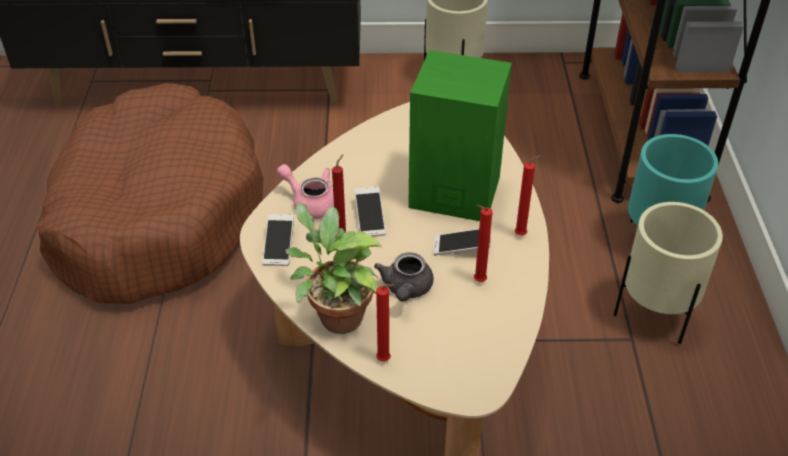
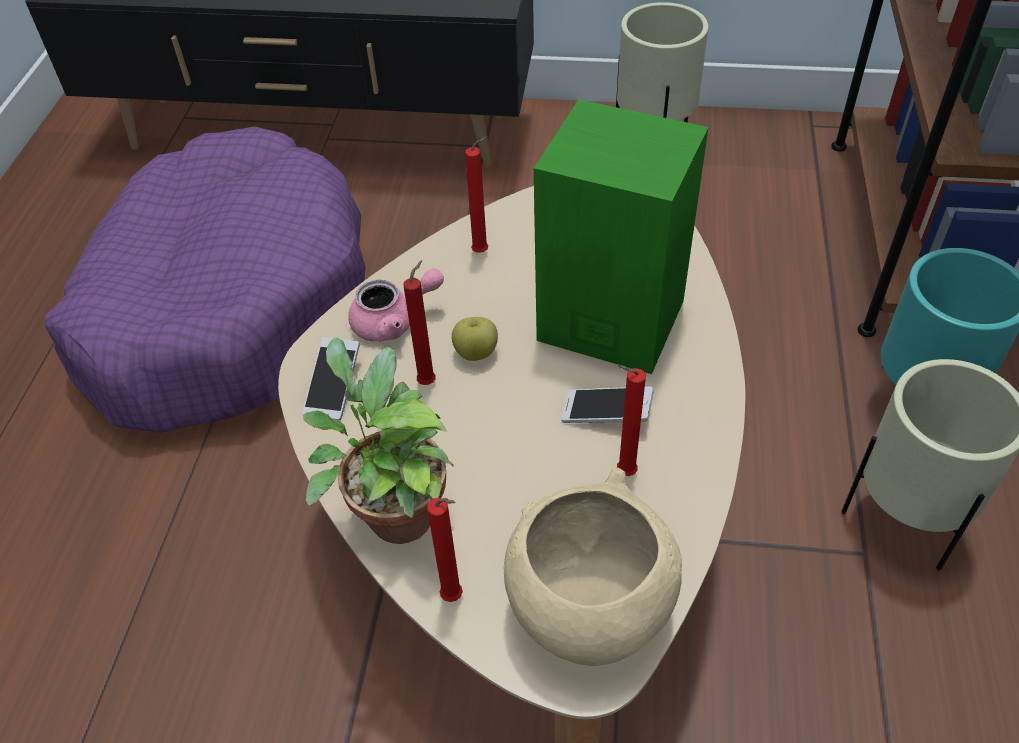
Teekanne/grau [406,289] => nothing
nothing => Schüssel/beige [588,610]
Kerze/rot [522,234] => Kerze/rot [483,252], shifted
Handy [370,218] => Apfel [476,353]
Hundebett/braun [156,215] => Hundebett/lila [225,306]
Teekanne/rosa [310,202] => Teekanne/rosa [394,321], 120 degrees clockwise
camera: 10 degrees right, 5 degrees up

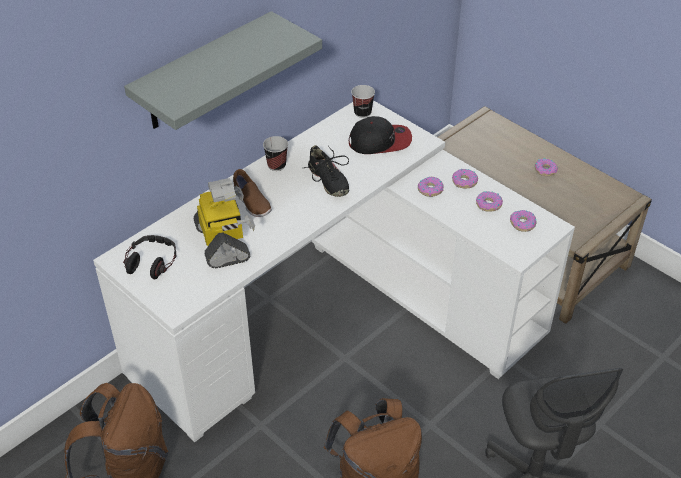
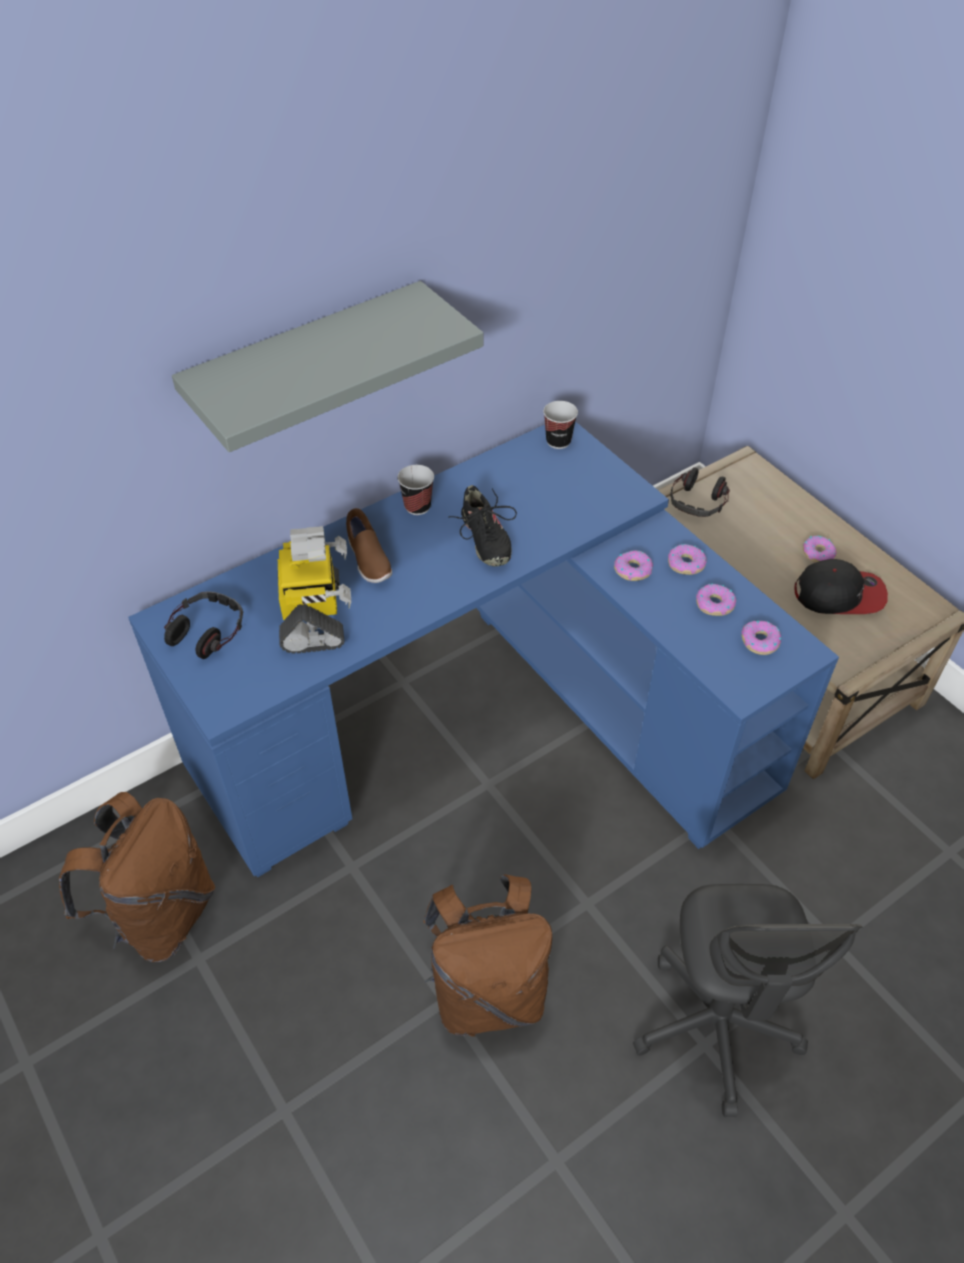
nothing => Kopfhörer [698,500]
Kappe [380,141] => Kappe [839,594], shifted
Schreibtisch/weiß [335,316] => Schreibtisch/blau [487,721]
camera: 10 degrees right, 5 degrees up

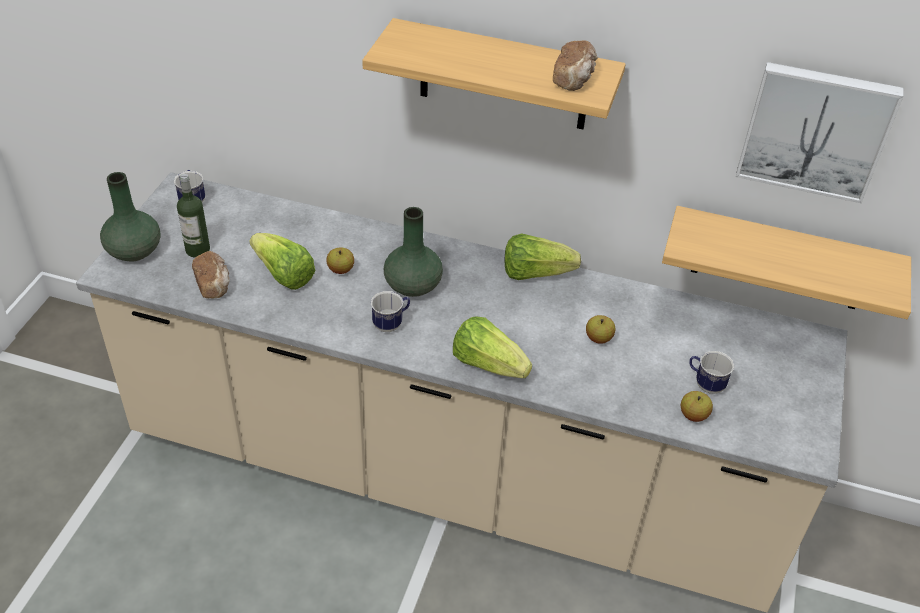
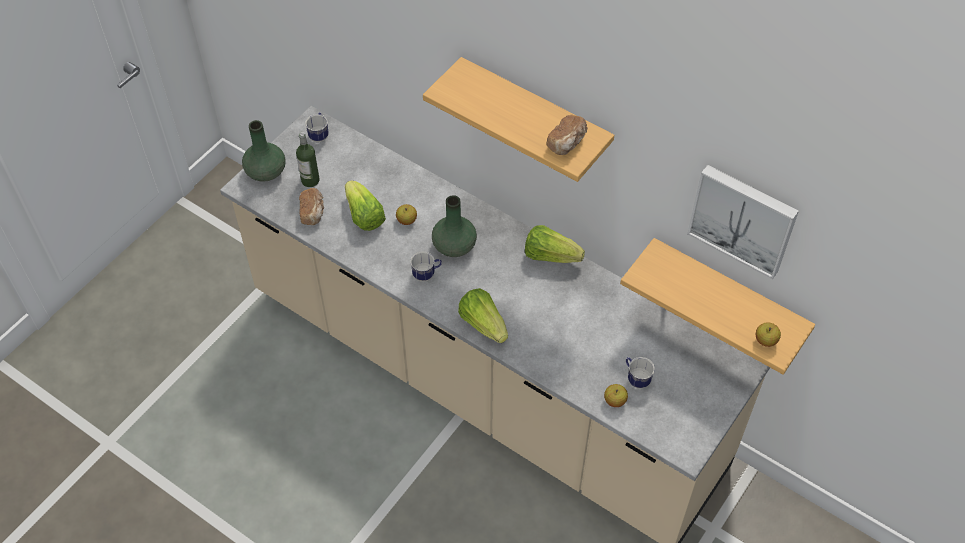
Apfel [598,338] => Apfel [765,340], shifted
camera: 20 degrees right, 10 degrees up

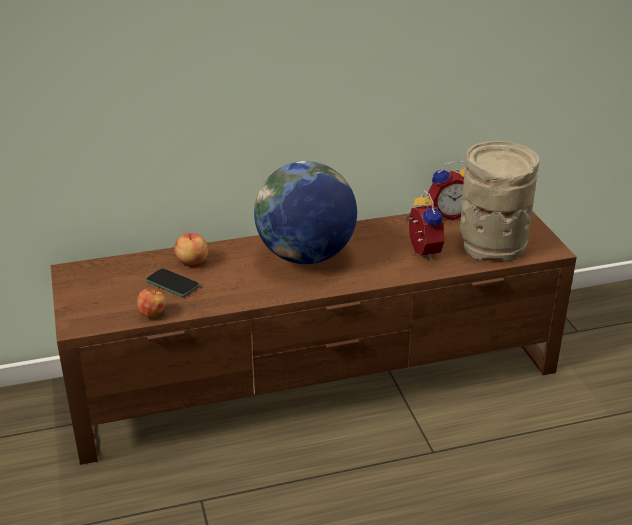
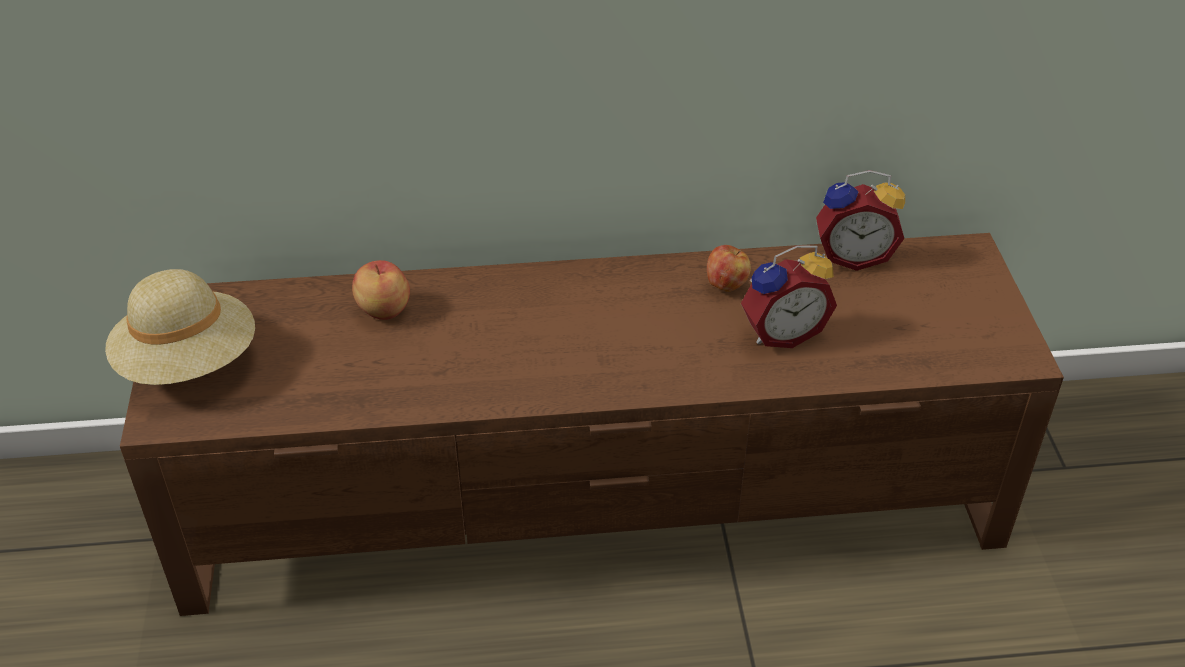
Handy [172,283] => nothing
Globus [305,256] => nothing
Vase/beige [492,244] => nothing
nothing => Hut/beige [189,363]
Apfel [152,314] => Apfel [726,284], shifted
Wecker [421,251] => Wecker [781,332], 75 degrees clockwise
camera: 10 degrees right, 10 degrees up

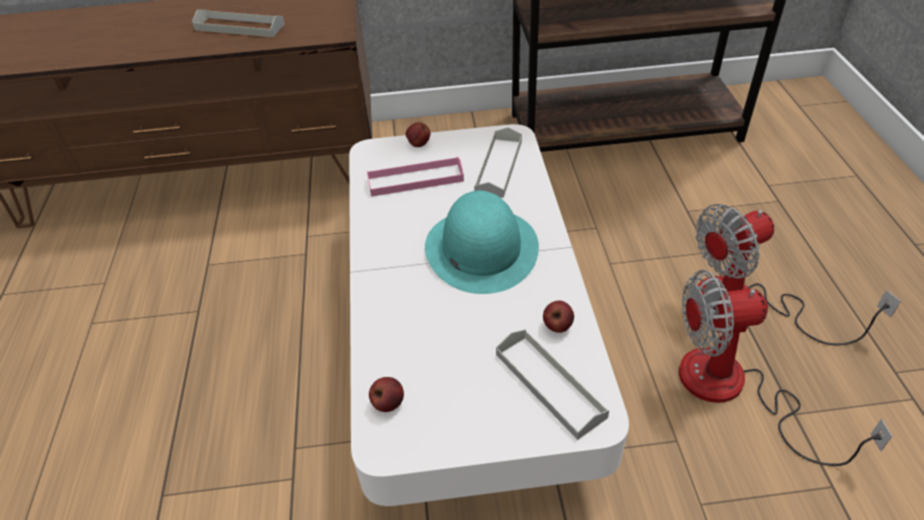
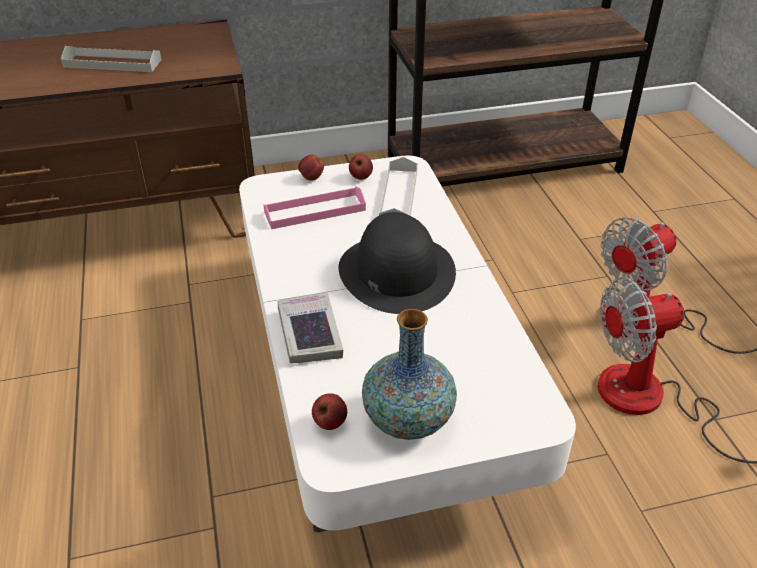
Tablett/grau [549,385] => nothing
nothing => Buch [309,333]
nothing => Vase [407,419]
Apfel [557,326] => Apfel [360,177], shifted
Hut/türkis [481,248] => Hut/schwarz [396,272]
camera: 10 degrees left, 5 degrees down

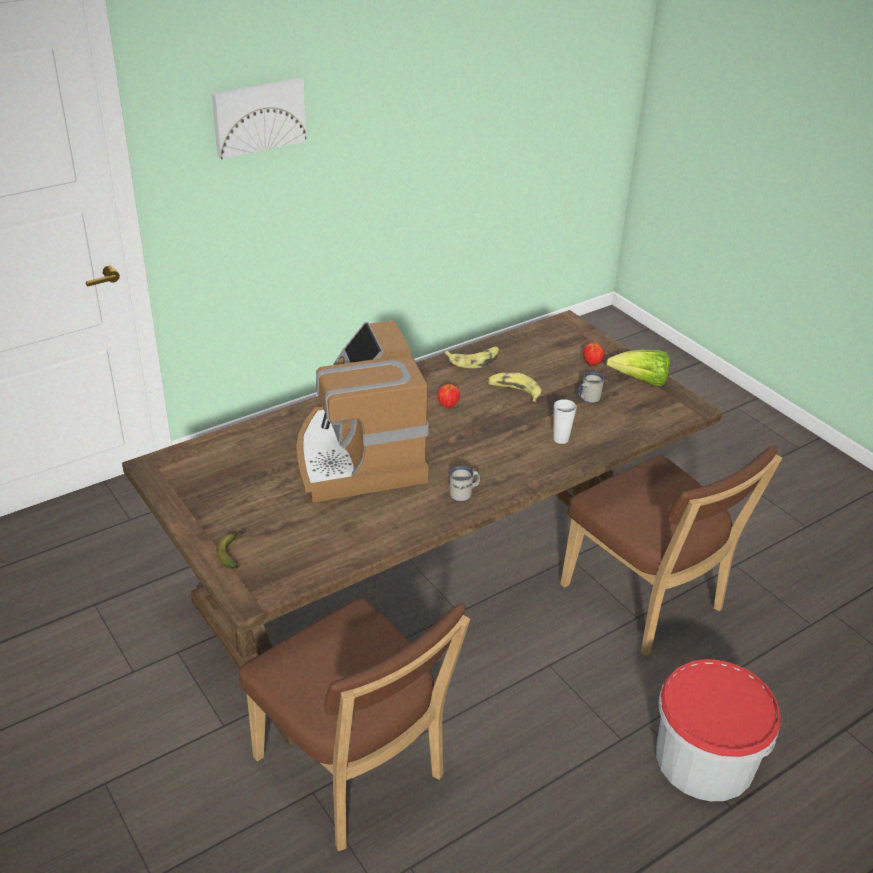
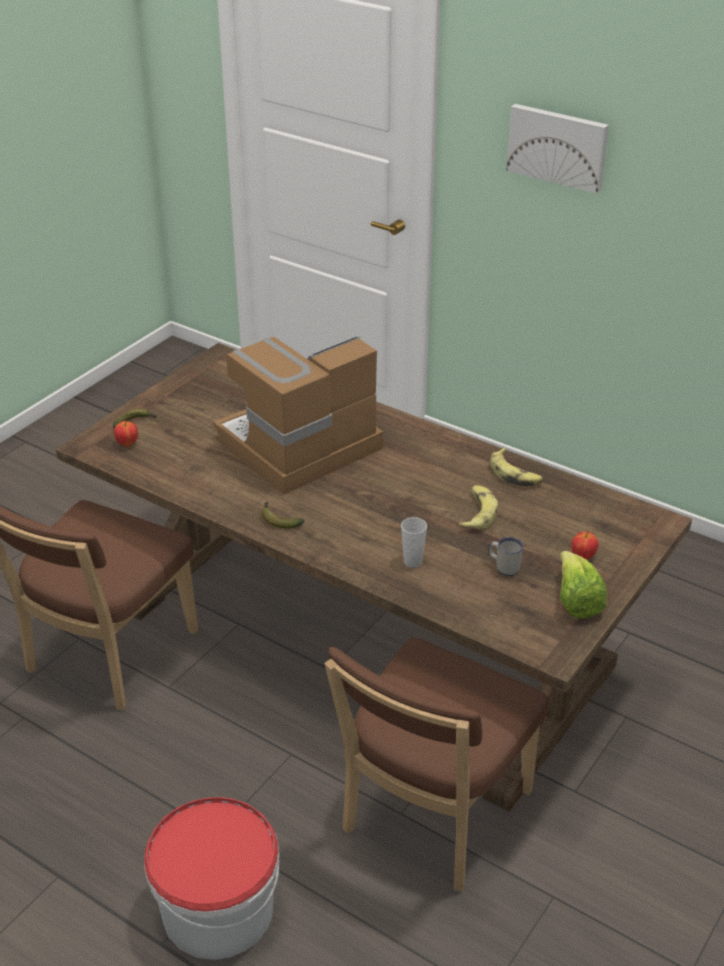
Apfel [448,406] => Apfel [127,444], shifted
Henkelbecher/weiß [464,494] => Banane [278,520]
camera: 70 degrees right, 0 degrees up

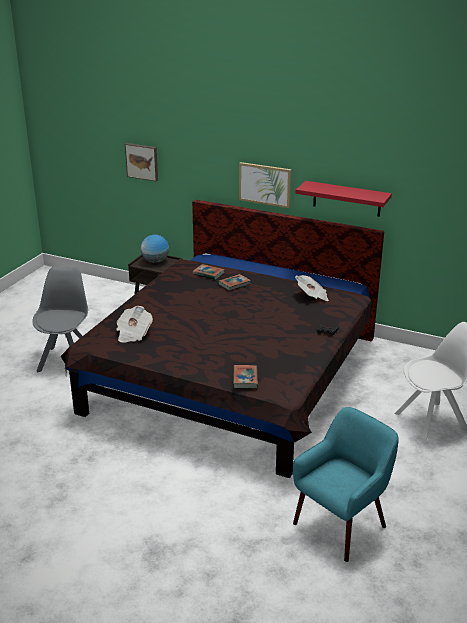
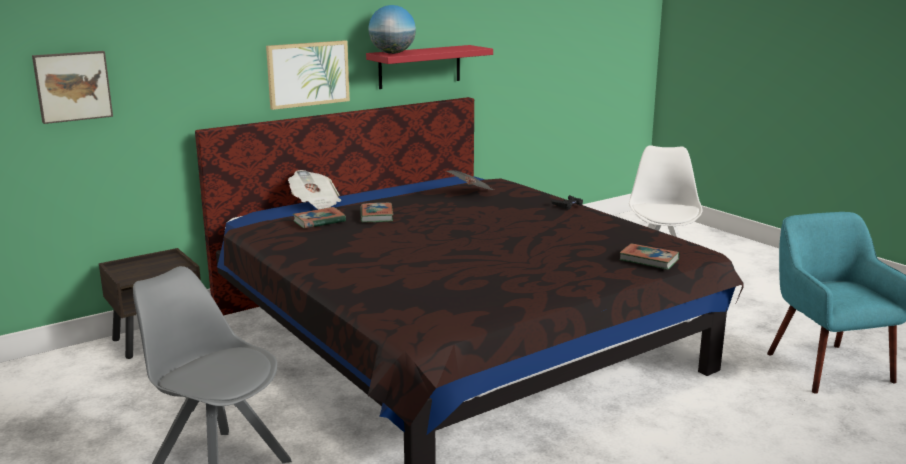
Zeitung [133,334] => Zeitung [315,203], shifted
Globus [155,261] => Globus [392,53], shifted
camera: 60 degrees left, 10 degrees down

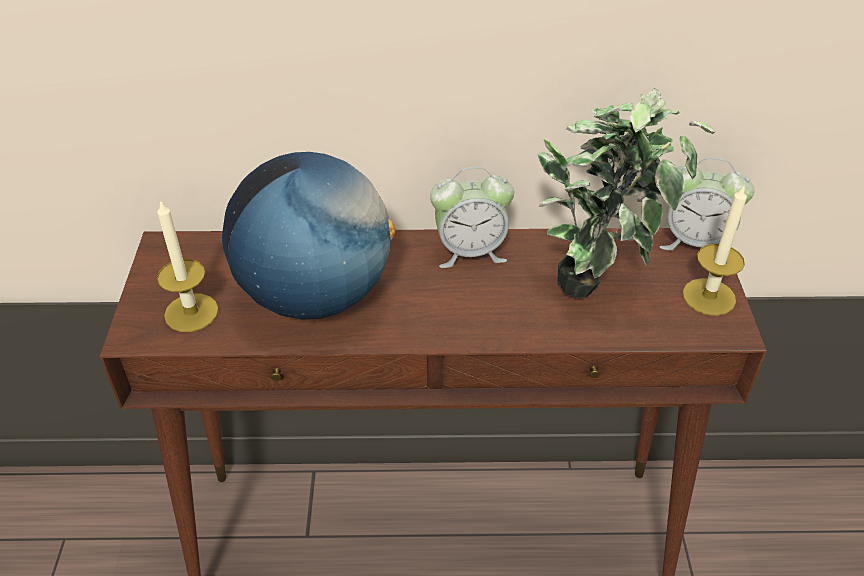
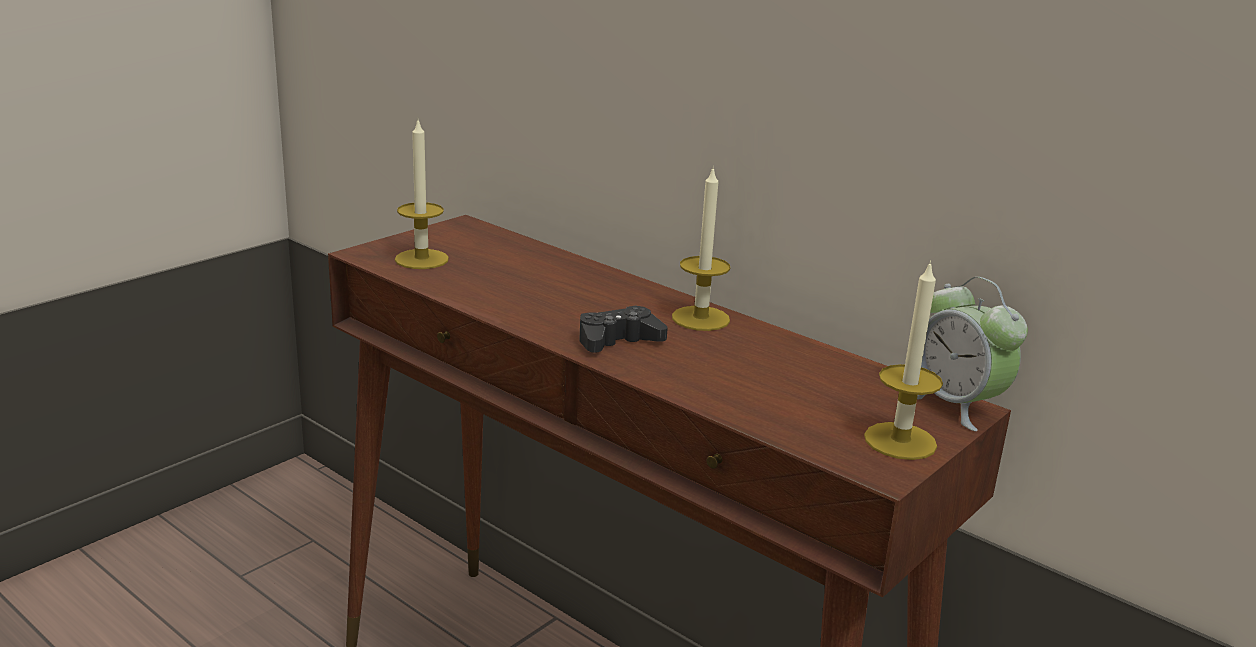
Globus [315,295] => nothing
Topfpflanze [597,280] => nothing
nothing => Gamepad/schwarz [618,340]
Wecker [470,252] => Kerze [700,318]
camera: 40 degrees right, 20 degrees down

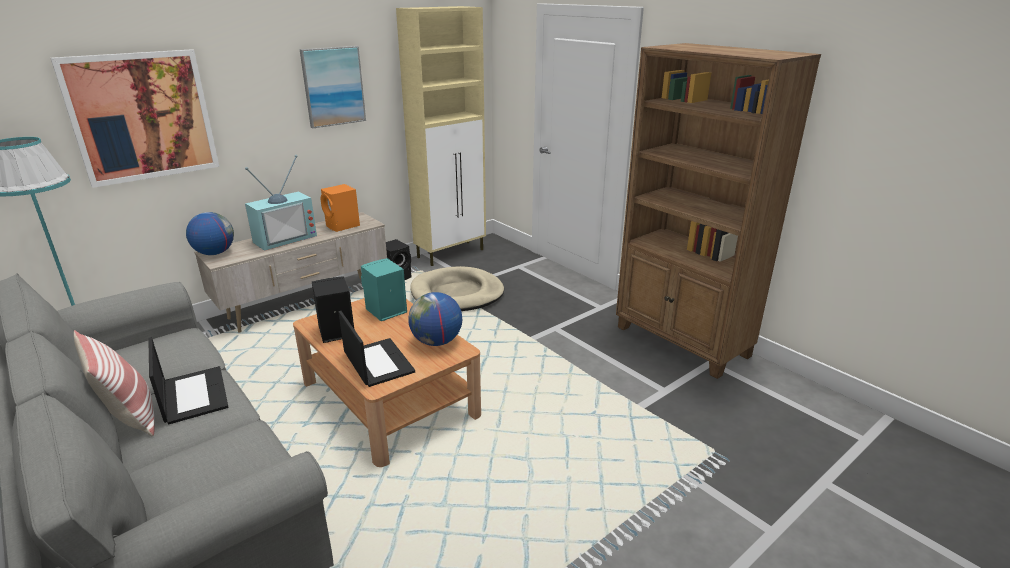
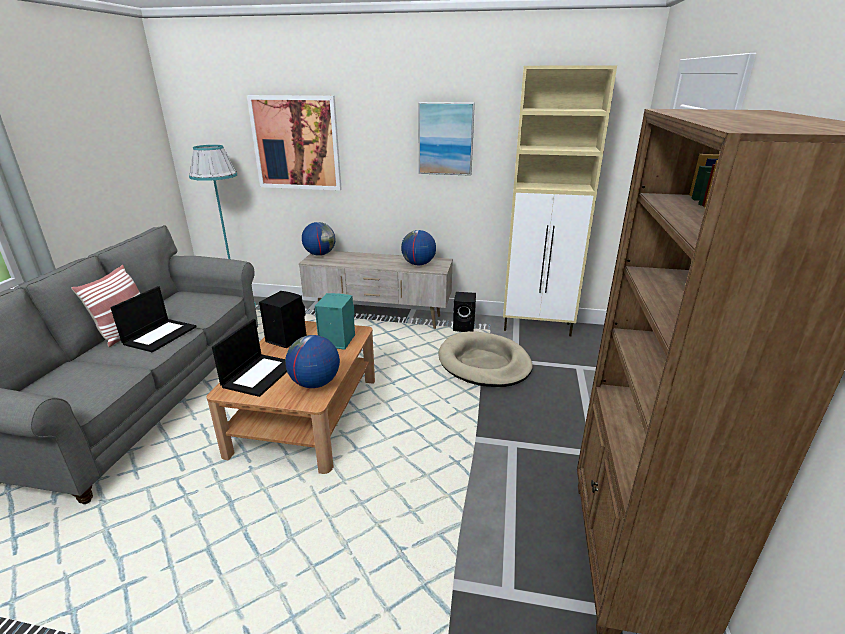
Fernseher [284,238] => nothing
Lautsprecher/orange [343,226] => Globus [418,264]
camera: 50 degrees right, 0 degrees up

